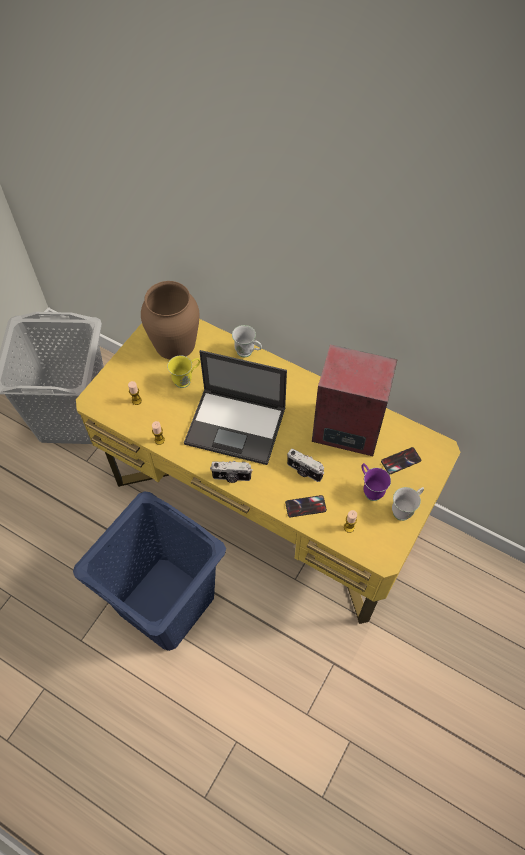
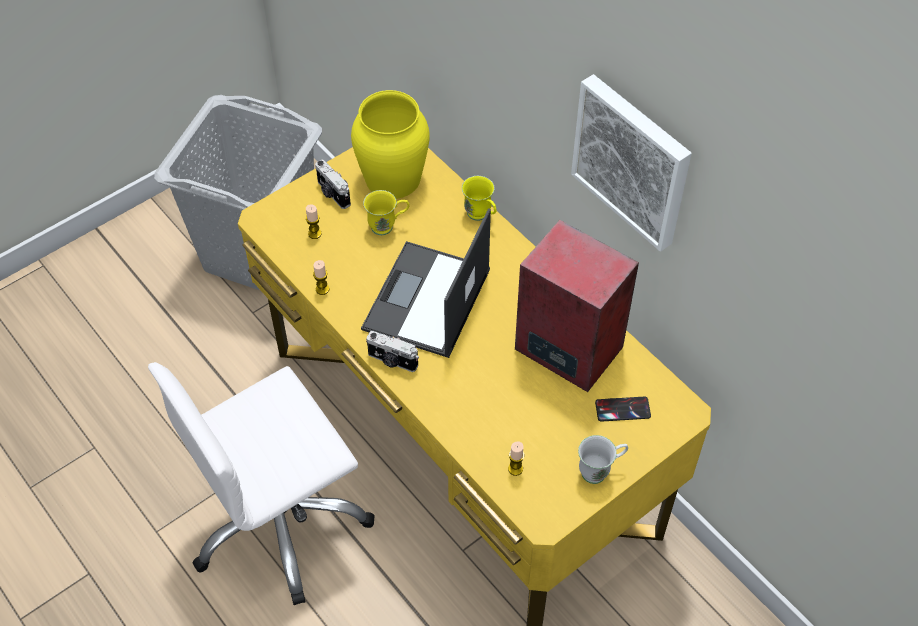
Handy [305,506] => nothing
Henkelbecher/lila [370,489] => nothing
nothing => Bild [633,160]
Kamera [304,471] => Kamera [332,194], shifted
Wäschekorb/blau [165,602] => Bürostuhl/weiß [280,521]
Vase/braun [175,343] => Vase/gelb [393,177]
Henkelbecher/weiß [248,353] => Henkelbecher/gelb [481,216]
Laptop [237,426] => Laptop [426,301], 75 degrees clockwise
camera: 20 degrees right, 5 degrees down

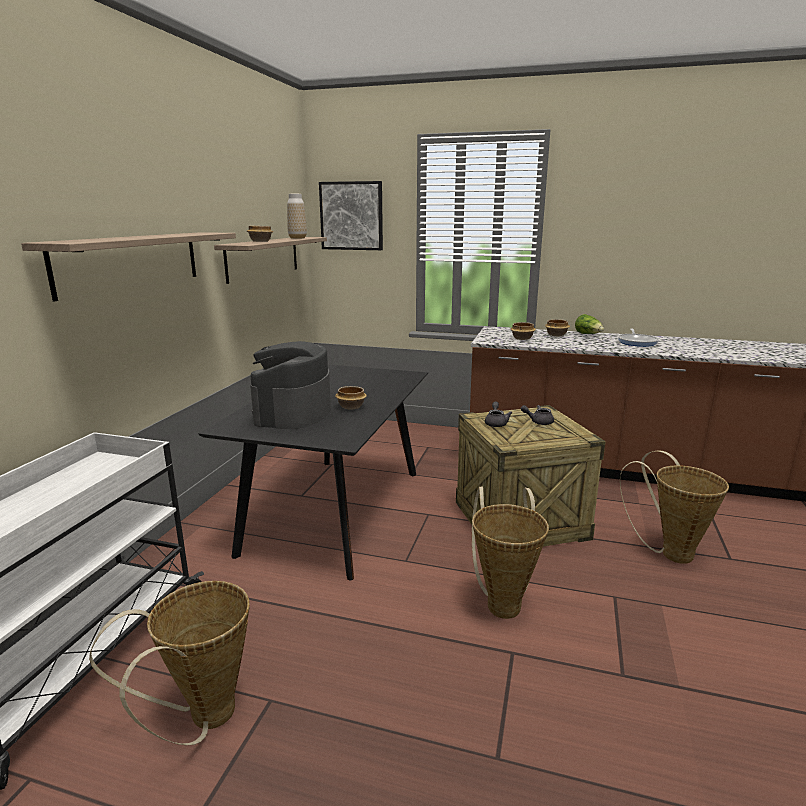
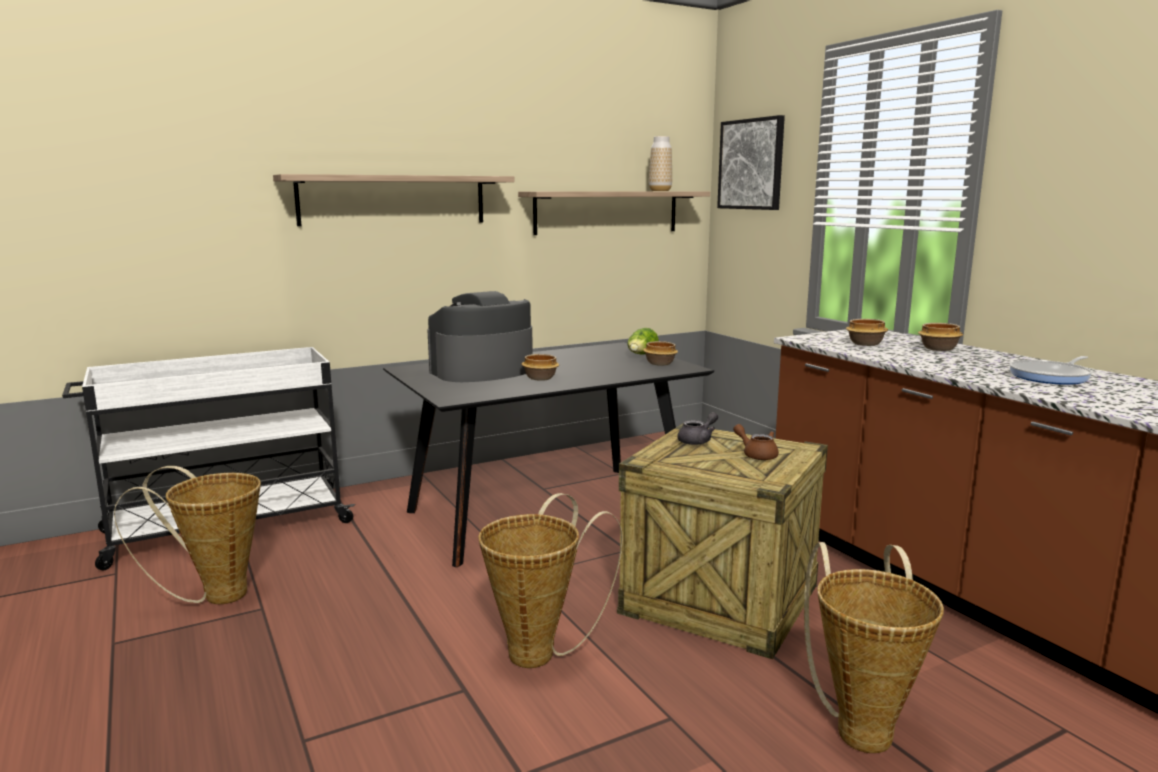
Schüssel [260,241] => Schüssel [659,363], shifted
Salatkopf [588,334] => Salatkopf [641,355], shifted
Teekanne/grau [538,422] => Teekanne/braun [756,454]
camera: 45 degrees right, 5 degrees down

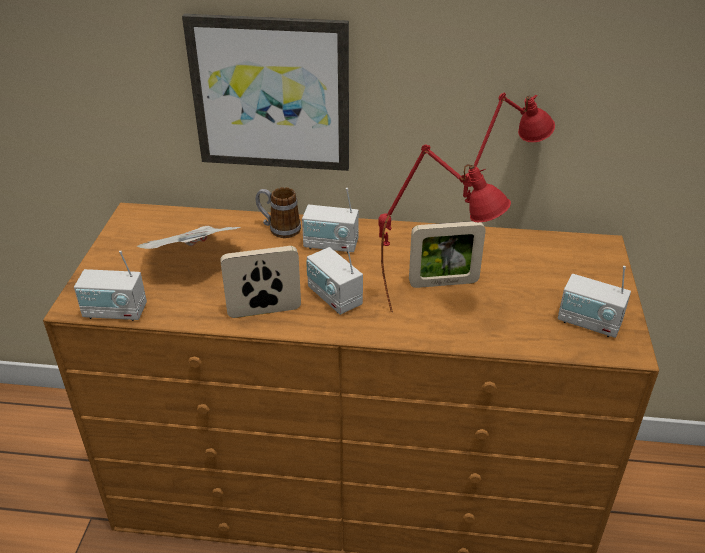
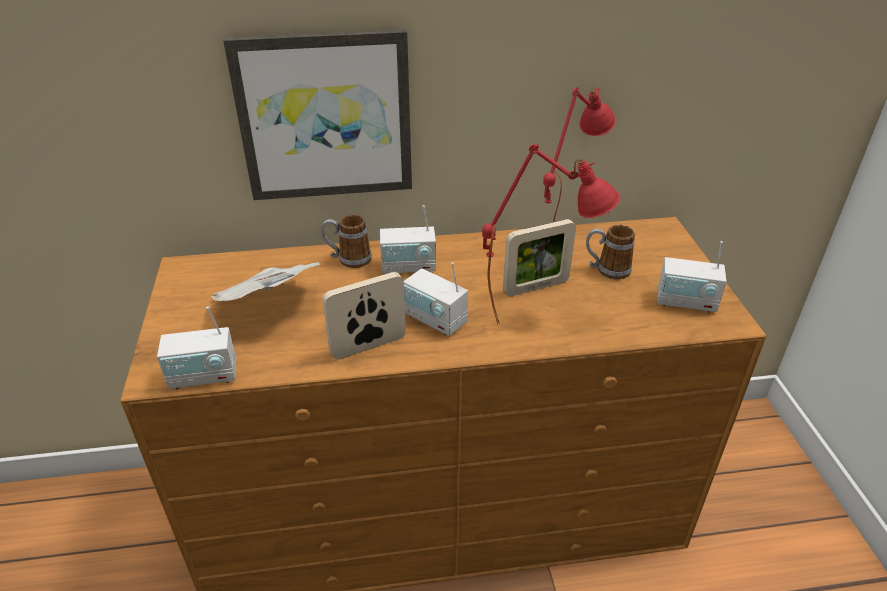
nothing => Henkelbecher [606,270]
camera: 15 degrees left, 0 degrees up

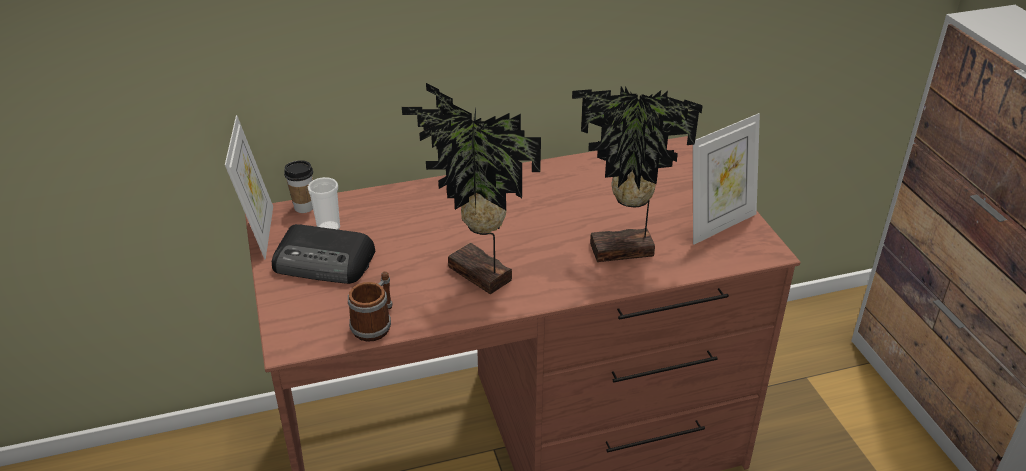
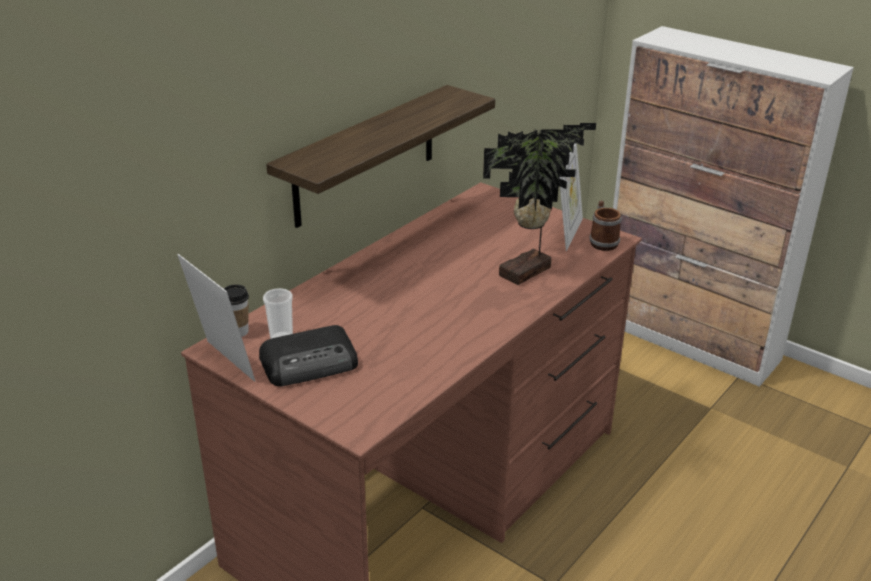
Topfpflanze [477,277] => nothing
nothing => Wandregal [365,156]
Henkelbecher [375,324] => Henkelbecher [602,241], shifted
camera: 35 degrees left, 5 degrees down

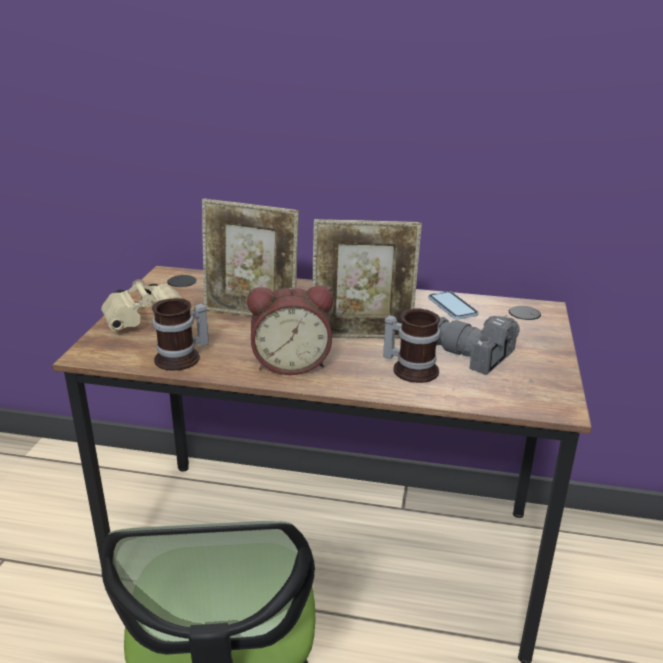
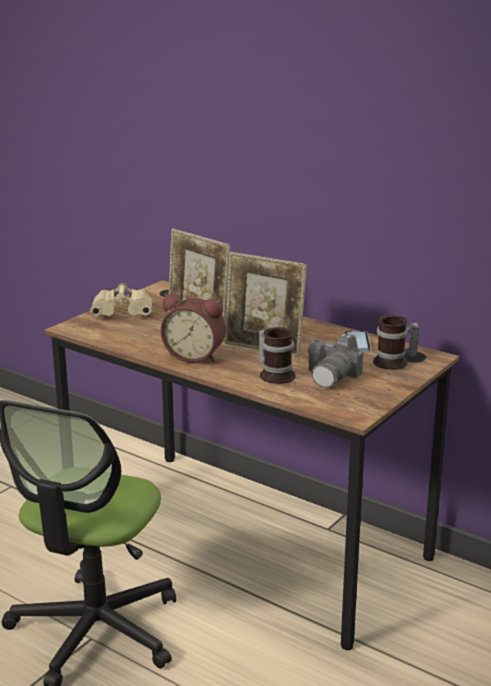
Henkelbecher [182,358] => Henkelbecher [394,363], shifted
Kamera [475,356] => Kamera [333,376], 120 degrees counterclockwise
camera: 25 degrees right, 5 degrees down

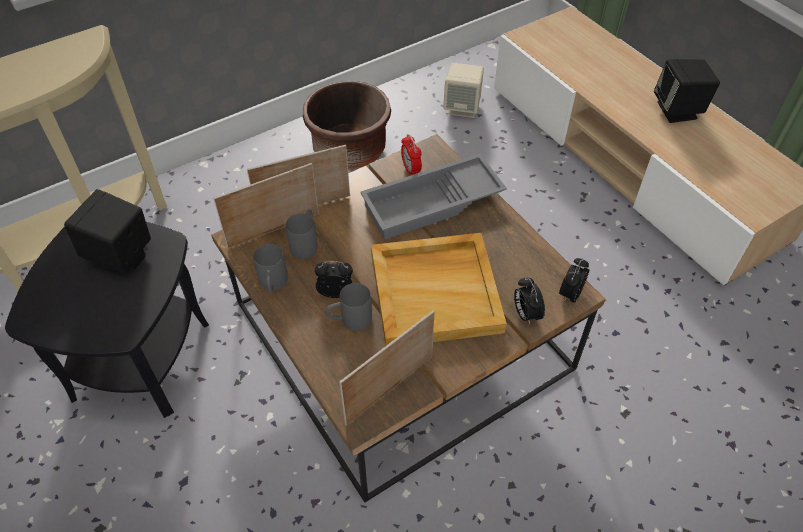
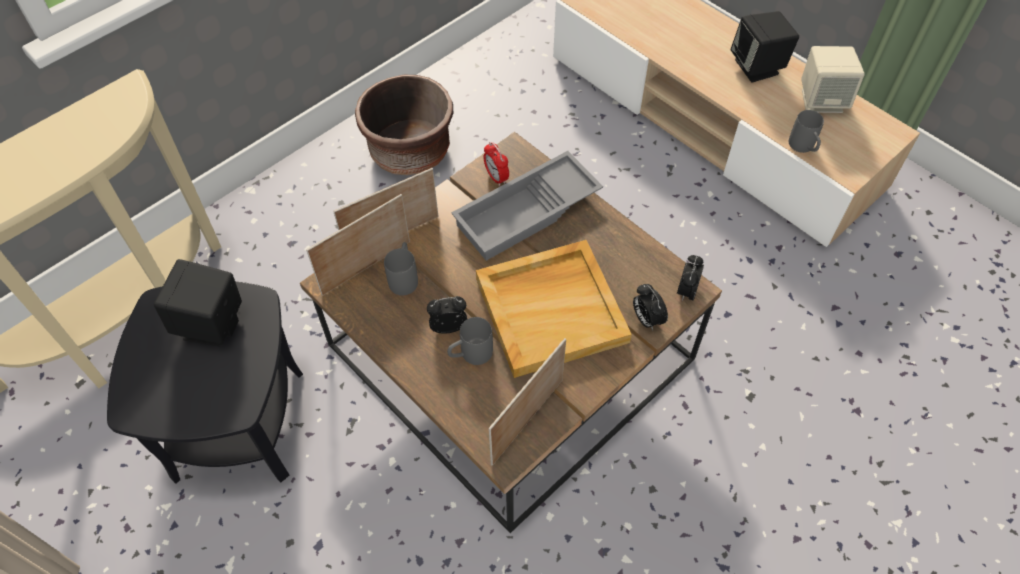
Henkelbecher/grau [273,285] => Henkelbecher/grau [803,148], shifted
Lautsprecher/beige [462,107] => Lautsprecher/beige [822,100], shifted
camera: 10 degrees left, 5 degrees up

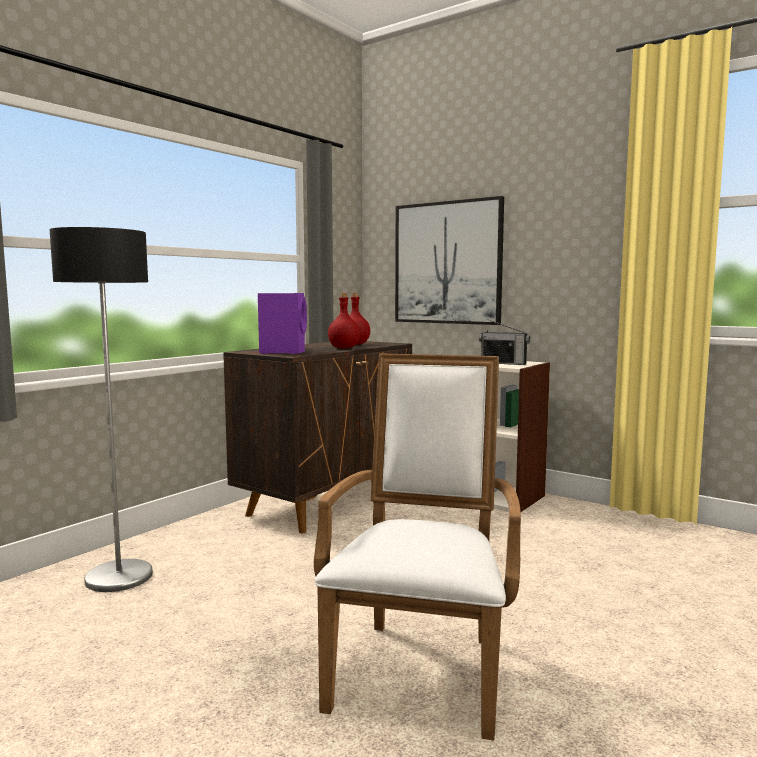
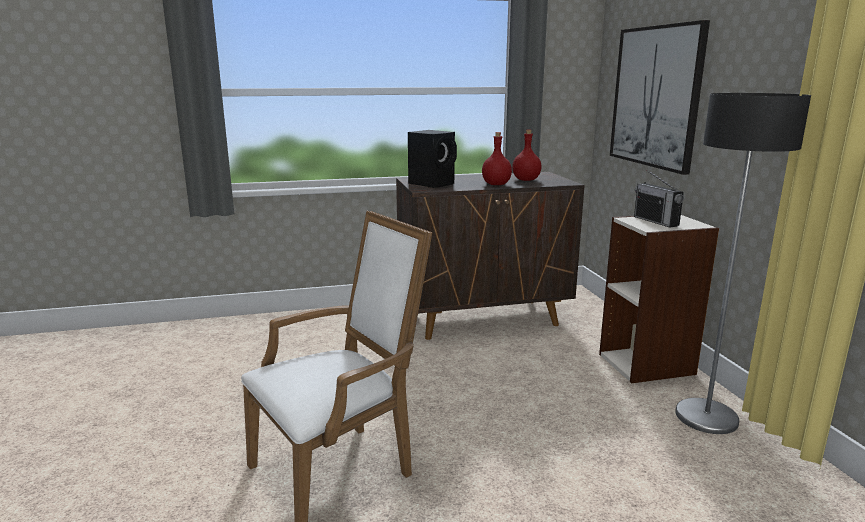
Stehlampe [119,577] => Stehlampe [706,417], shifted
Lautsprecher/lila [283,352] => Lautsprecher/schwarz [432,184]
camera: 40 degrees right, 10 degrees up

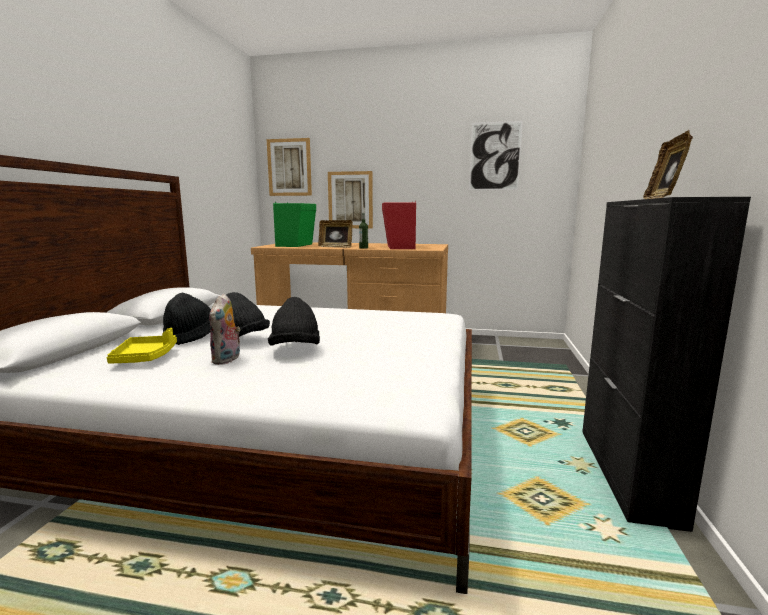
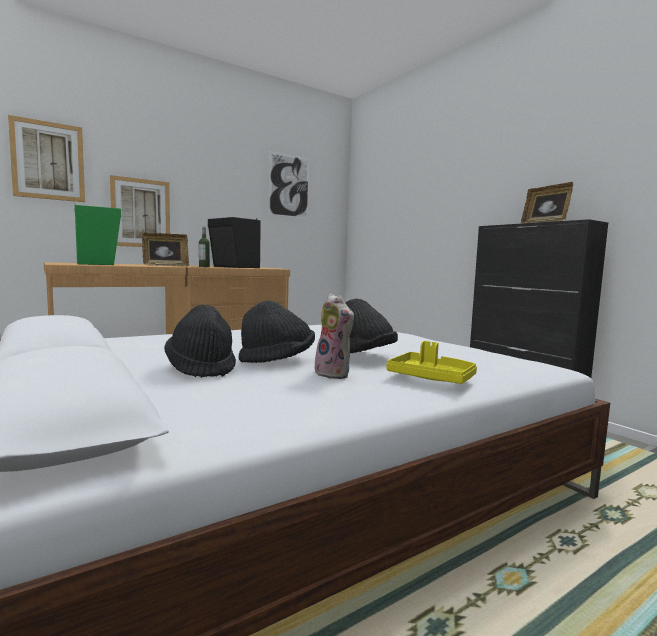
Tablett/gelb [146,357] => Tablett/gelb [431,378], shifted
Lautsprecher/rot [398,247] => Lautsprecher/schwarz [235,267]
camera: 45 degrees left, 5 degrees down

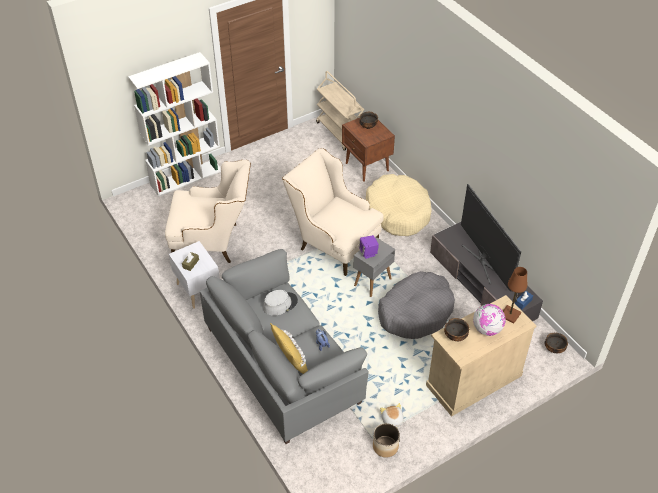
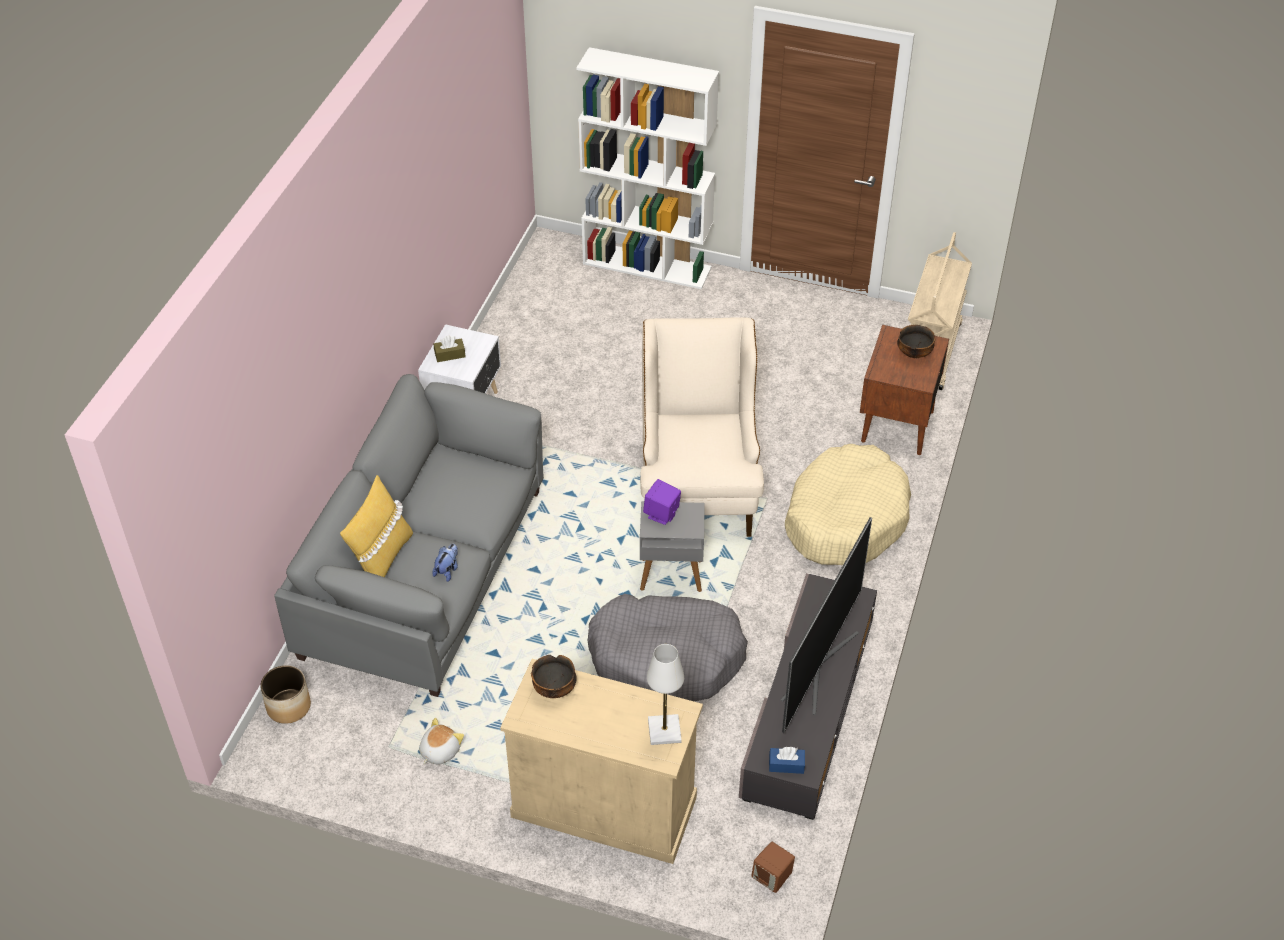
Sessel/beige [213,242] => nothing
Hut/grau [280,304] => nothing
Globus [487,329] => nothing
Pflanzkübel [385,446] => Pflanzkübel [288,706], shifted
Schüssel [554,349] => Lautsprecher/braun [772,878]
Tischlampe/braun [510,315] => Tischlampe/weiß [664,731]
camera: 50 degrees right, 0 degrees up

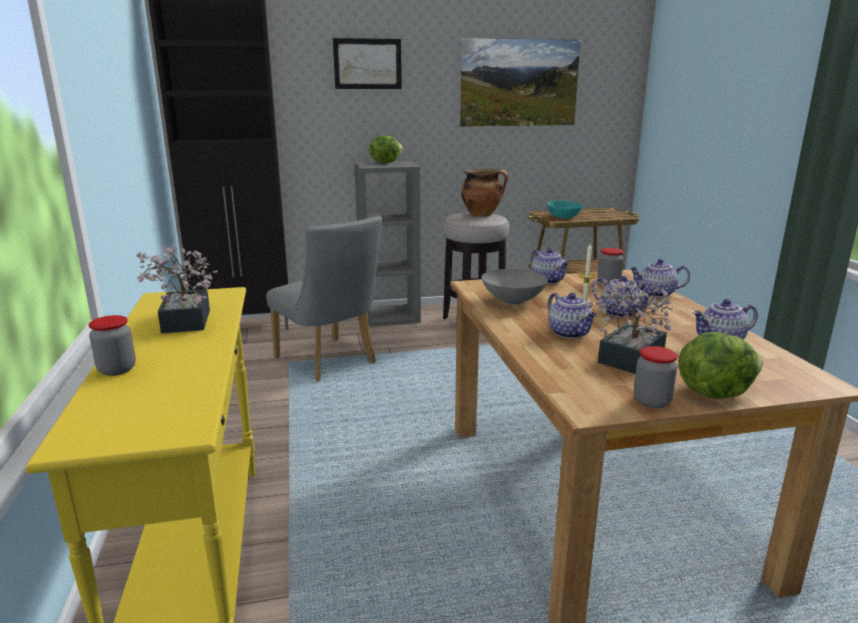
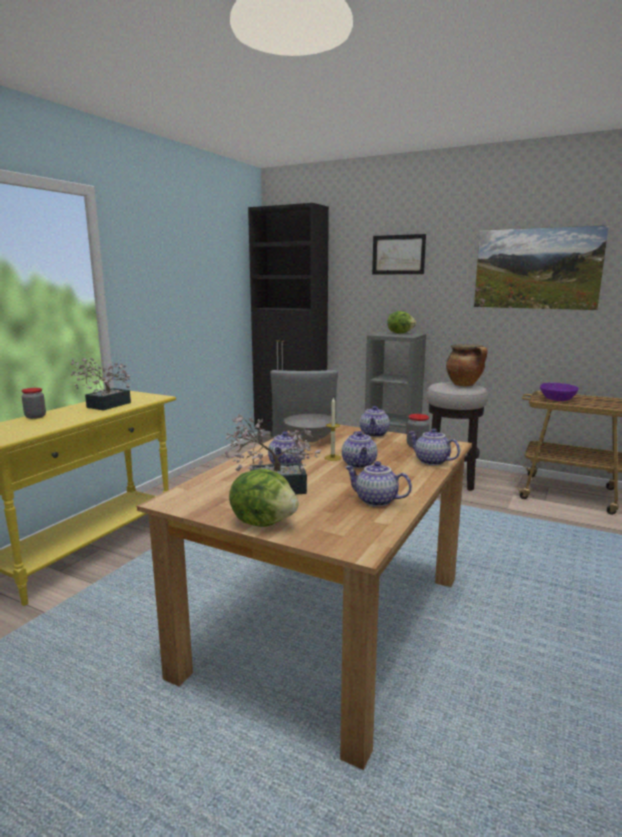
Vorratsglas [651,401] => nothing
Schüssel/türkis [563,217] => Schüssel/lila [557,399]
camera: 40 degrees right, 5 degrees down

